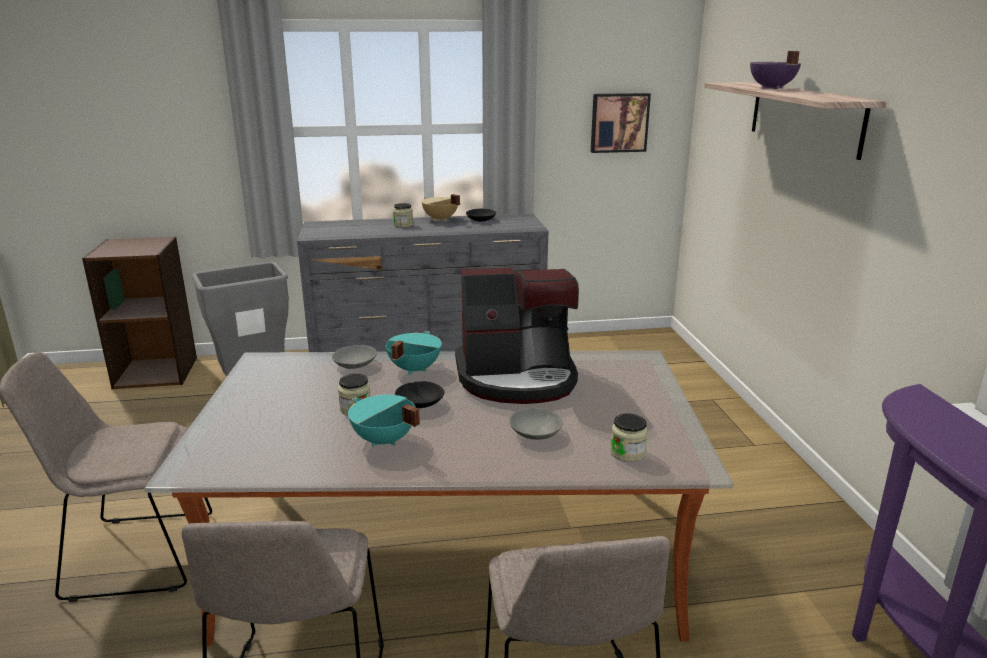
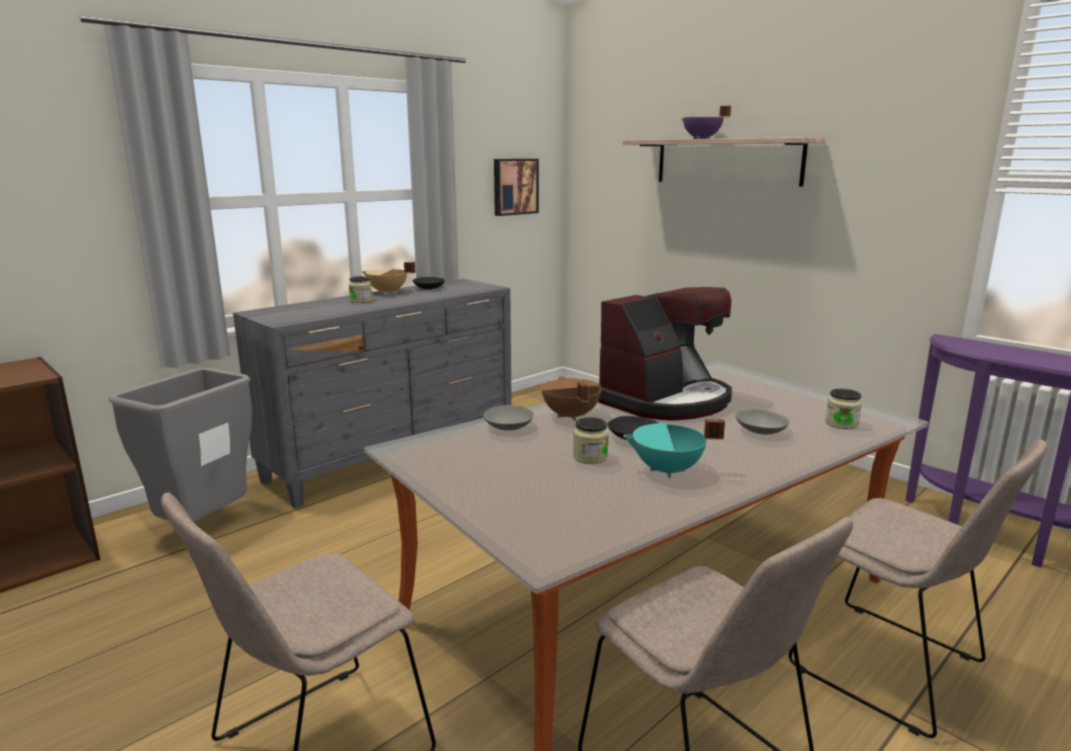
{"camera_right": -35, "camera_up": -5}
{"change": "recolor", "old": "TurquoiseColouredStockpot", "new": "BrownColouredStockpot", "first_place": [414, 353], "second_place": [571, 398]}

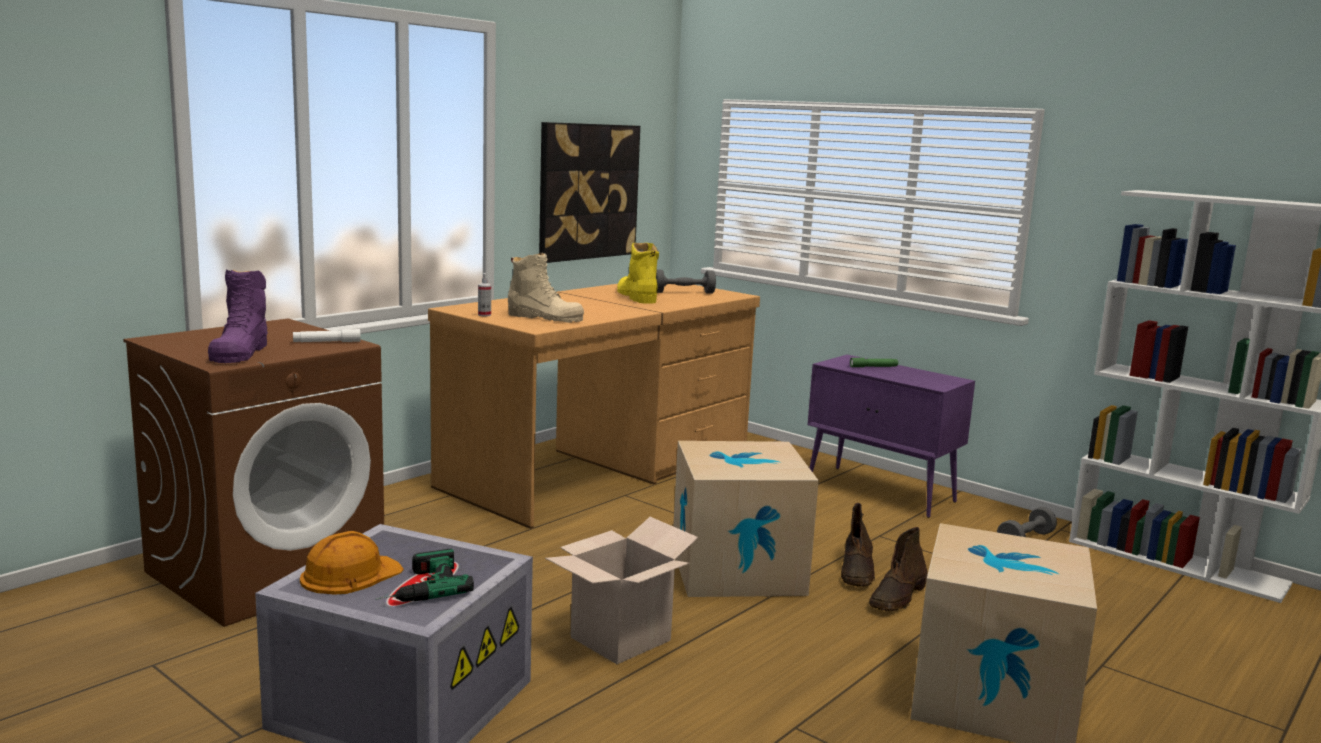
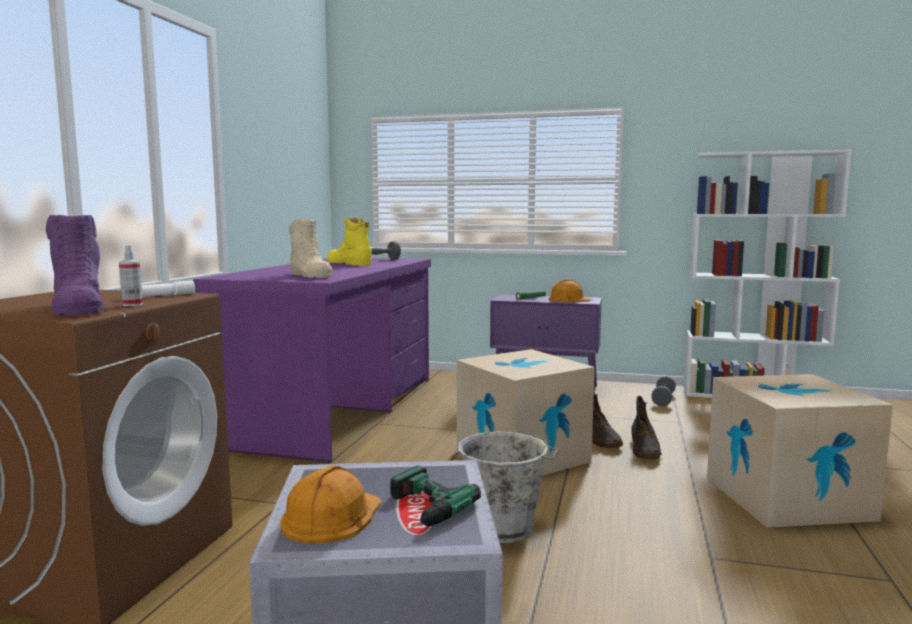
{"camera_right": -25, "camera_up": -5}
{"change": "delete", "old": "WallArt", "first_place": [589, 192]}
{"change": "rotate", "old": "BeigeBoot", "first_place": [546, 288], "second_place": [311, 248], "degrees": 60}
{"change": "move", "old": "HandSprayer", "first_place": [484, 294], "second_place": [131, 275]}
{"change": "recolor", "old": "BrownColouredDeskUnit", "new": "PurpleDeskUnit", "first_place": [594, 406], "second_place": [312, 360]}
{"change": "replace", "old": "CardboardBox", "new": "GrayWaterBucket", "first_place": [621, 590], "second_place": [508, 487]}
{"change": "insert", "new": "OrangeySafetyHelmet", "second_place": [570, 291]}

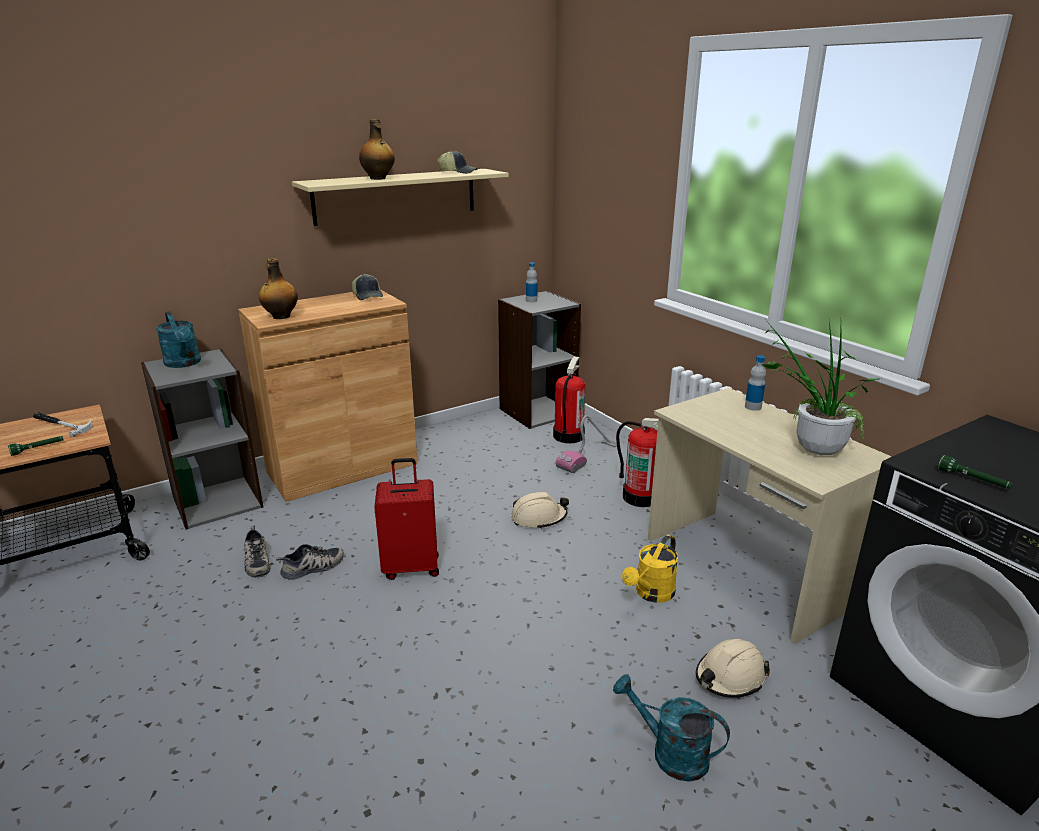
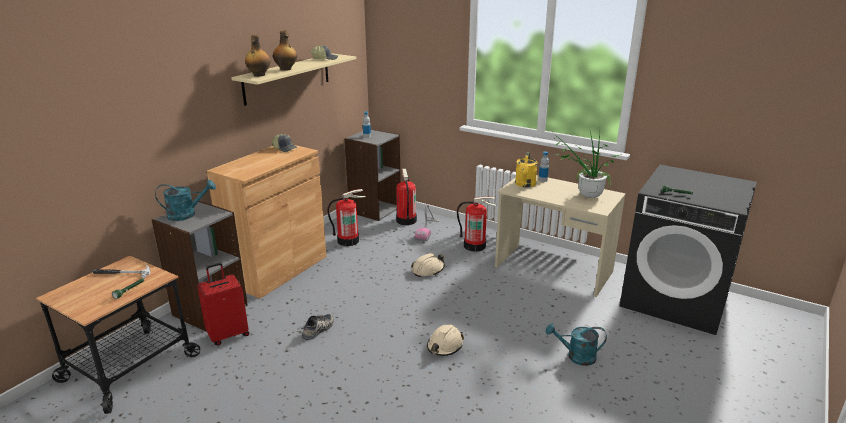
{"camera_right": -25, "camera_up": 0}
{"change": "move", "old": "Bottle", "first_place": [278, 288], "second_place": [257, 56]}
{"change": "rotate", "old": "TurquoiseColouredWateringCan", "first_place": [178, 339], "second_place": [185, 200], "degrees": -45}
{"change": "move", "old": "RedColouredSuitcase", "first_place": [406, 519], "second_place": [223, 304]}
{"change": "delete", "old": "Shoe", "first_place": [257, 551]}
{"change": "move", "old": "YellowColouredWateringCan", "first_place": [650, 569], "second_place": [526, 170]}
{"change": "move", "old": "BeigeSafetyHelmet", "first_place": [732, 668], "second_place": [445, 340]}
{"change": "insert", "new": "FireExtinguisher", "second_place": [346, 217]}

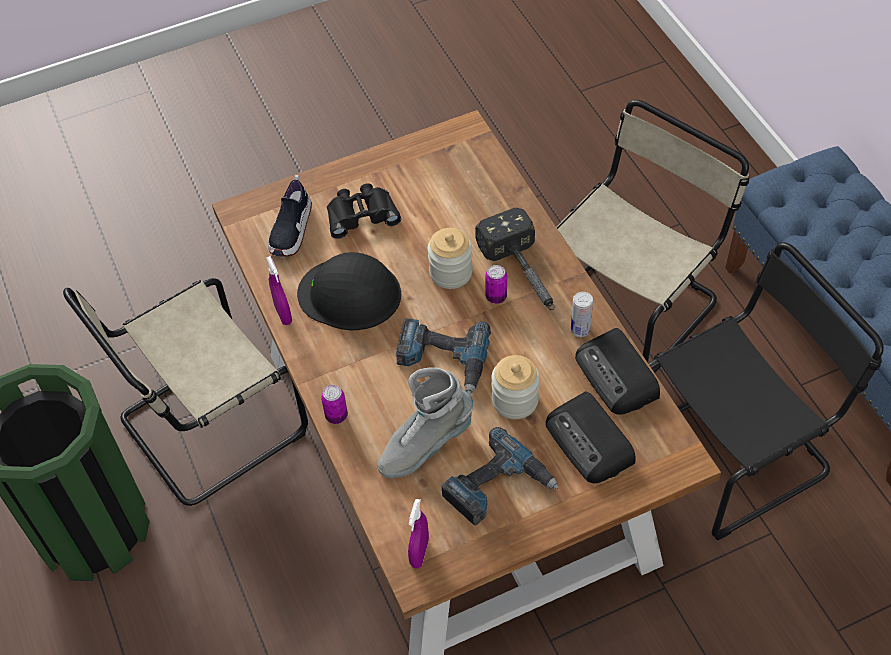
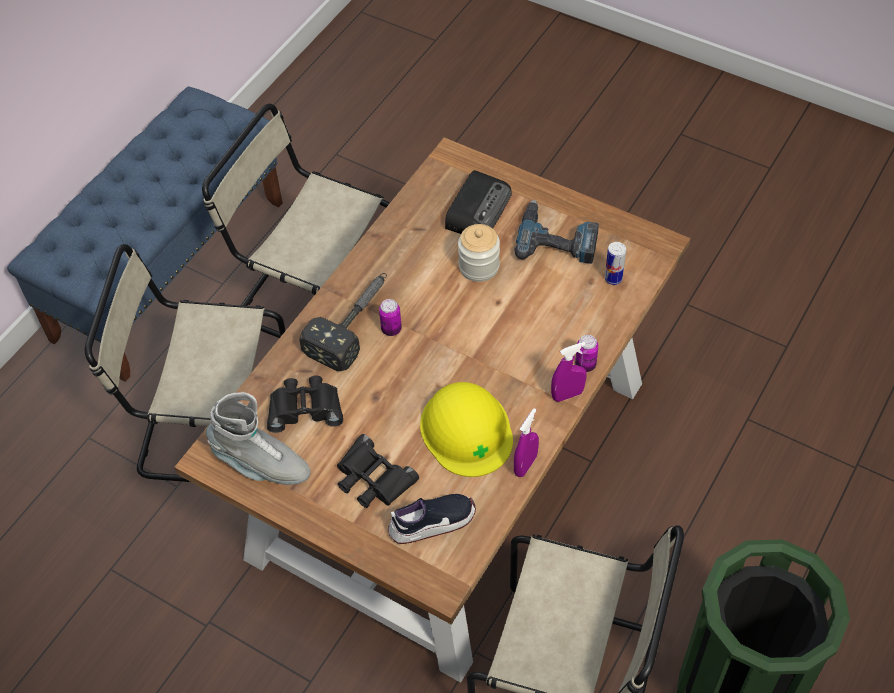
{"camera_right": -125, "camera_up": 0}
{"change": "delete", "old": "PreserveJar", "first_place": [450, 258]}
{"change": "recolor", "old": "BlackColouredUprightChair", "new": "BeigeUprightChair", "first_place": [766, 391], "second_place": [296, 221]}
{"change": "recolor", "old": "BlackColouredSafetyHelmet", "new": "YellowColouredSafetyHelmet", "first_place": [349, 291], "second_place": [466, 429]}
{"change": "move", "old": "SealedCan", "first_place": [582, 314], "second_place": [615, 263]}
{"change": "delete", "old": "Drill", "first_place": [443, 356]}
{"change": "delete", "old": "Radio", "first_place": [617, 371]}
{"change": "move", "old": "GrayBoot", "first_place": [425, 422], "second_place": [258, 438]}
{"change": "move", "old": "PurpleHandSprayer", "first_place": [418, 533], "second_place": [569, 372]}
{"change": "insert", "new": "BlackColouredPairOfBinoculars", "second_place": [305, 404]}

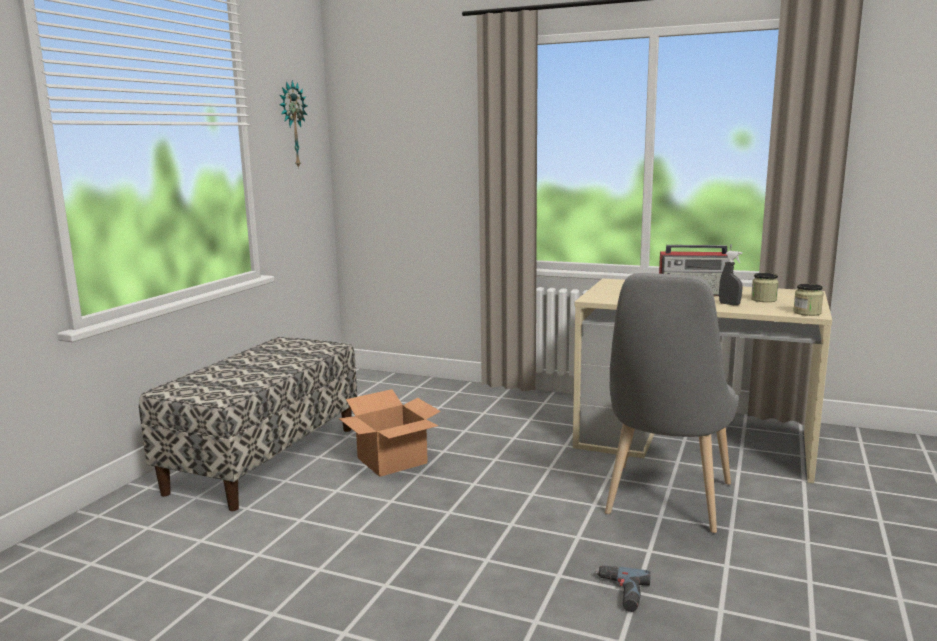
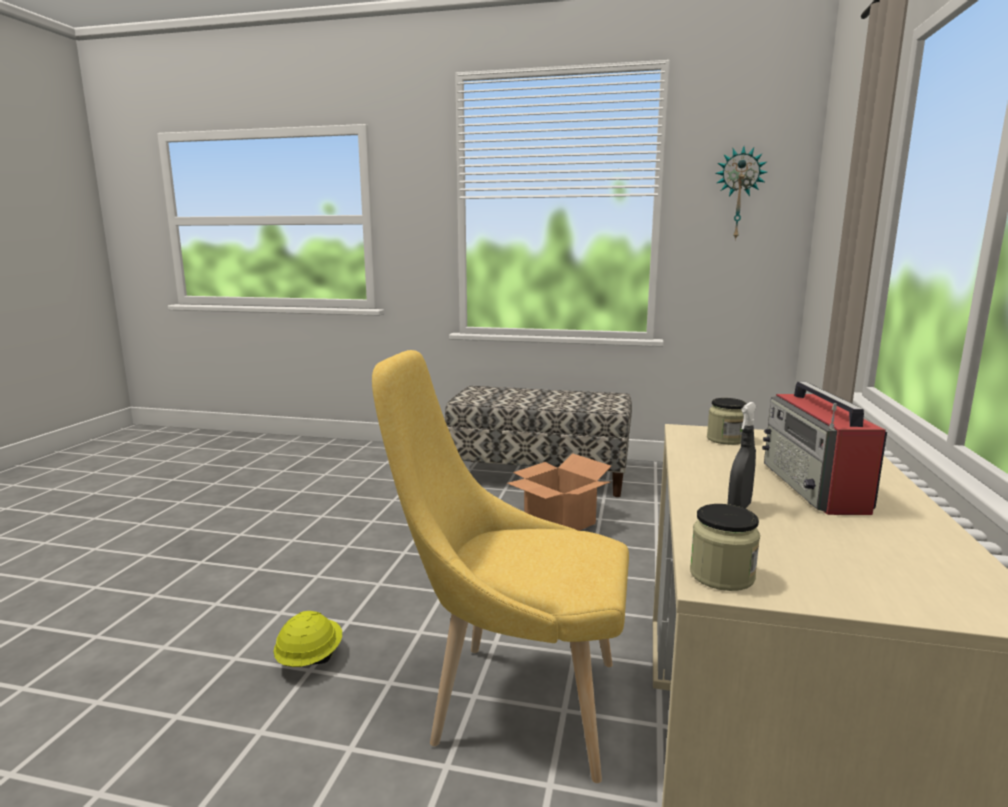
{"camera_right": 80, "camera_up": 0}
{"change": "recolor", "old": "GrayUprightChair", "new": "YellowColouredUprightChair", "first_place": [672, 403], "second_place": [500, 566]}
{"change": "move", "old": "PreserveJar", "first_place": [765, 287], "second_place": [727, 421]}
{"change": "replace", "old": "Drill", "new": "YellowColouredSafetyHelmet", "first_place": [623, 589], "second_place": [307, 639]}

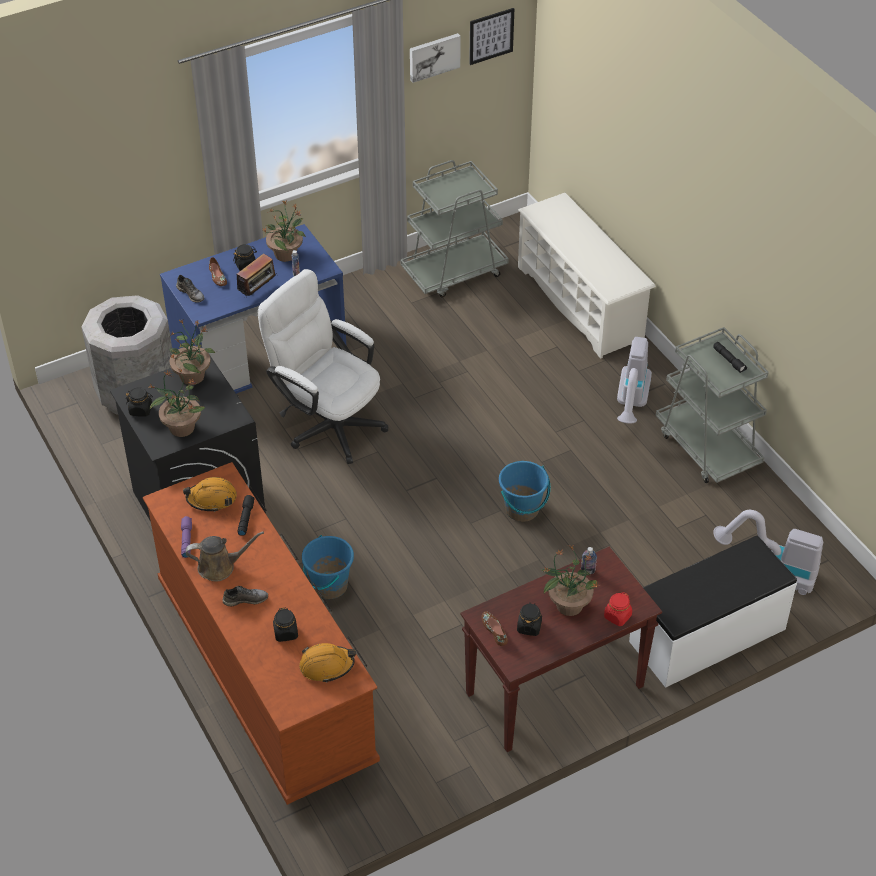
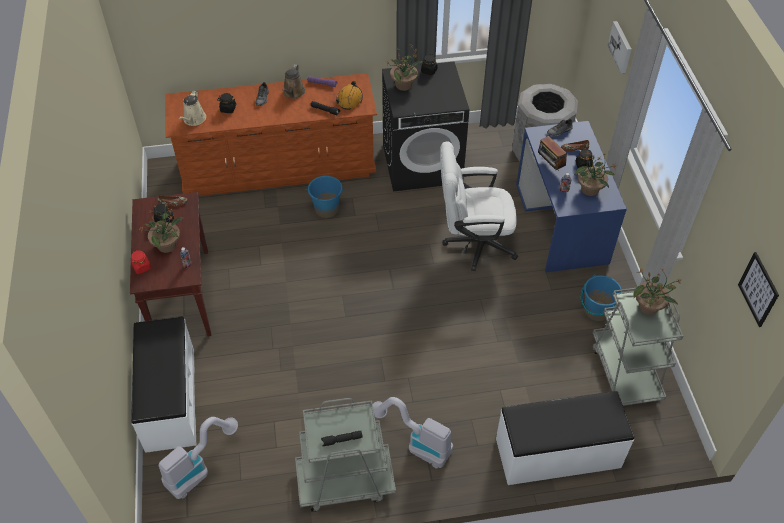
{"camera_right": 110, "camera_up": 5}
{"change": "move", "old": "WallArt", "first_place": [435, 58], "second_place": [620, 47]}
{"change": "replace", "old": "WhiteColouredShoeRack", "new": "WhiteColouredIndoorBench", "first_place": [587, 276], "second_place": [565, 438]}
{"change": "rotate", "old": "WhiteColouredDeskChair", "first_place": [323, 366], "second_place": [479, 206], "degrees": -150}
{"change": "move", "old": "PottedPlant", "first_place": [192, 352], "second_place": [657, 292]}
{"change": "move", "old": "BlueColouredWaterBucket", "first_place": [524, 491], "second_place": [602, 298]}
{"change": "replace", "old": "OrangeySafetyHelmet", "new": "BeigeWateringCan", "first_place": [327, 663], "second_place": [192, 108]}

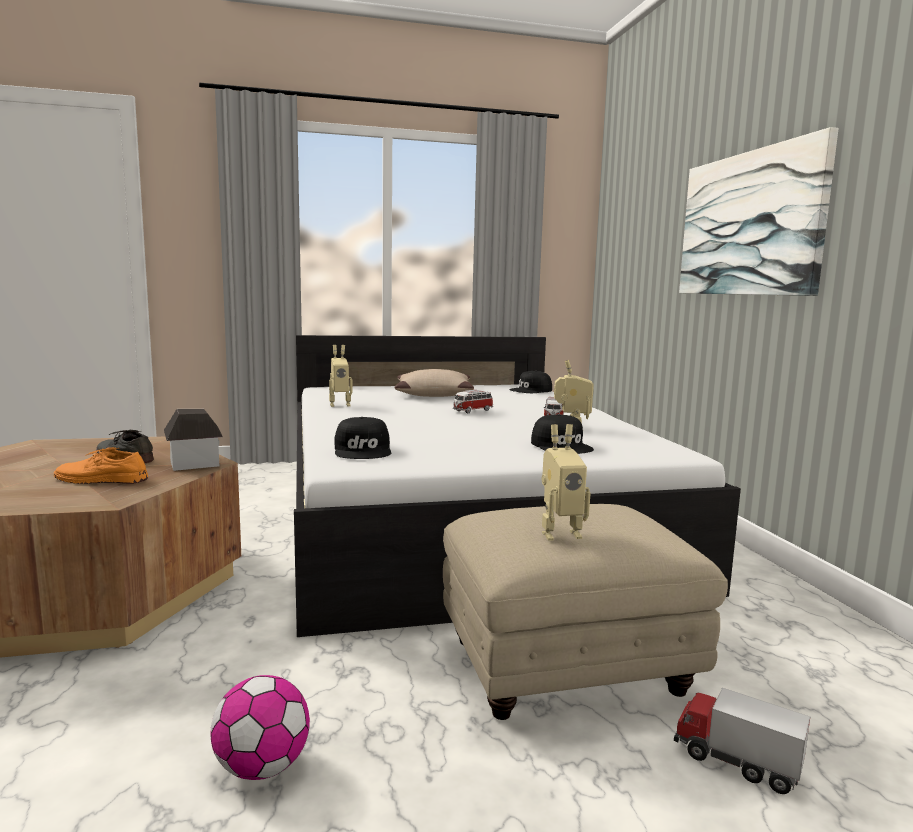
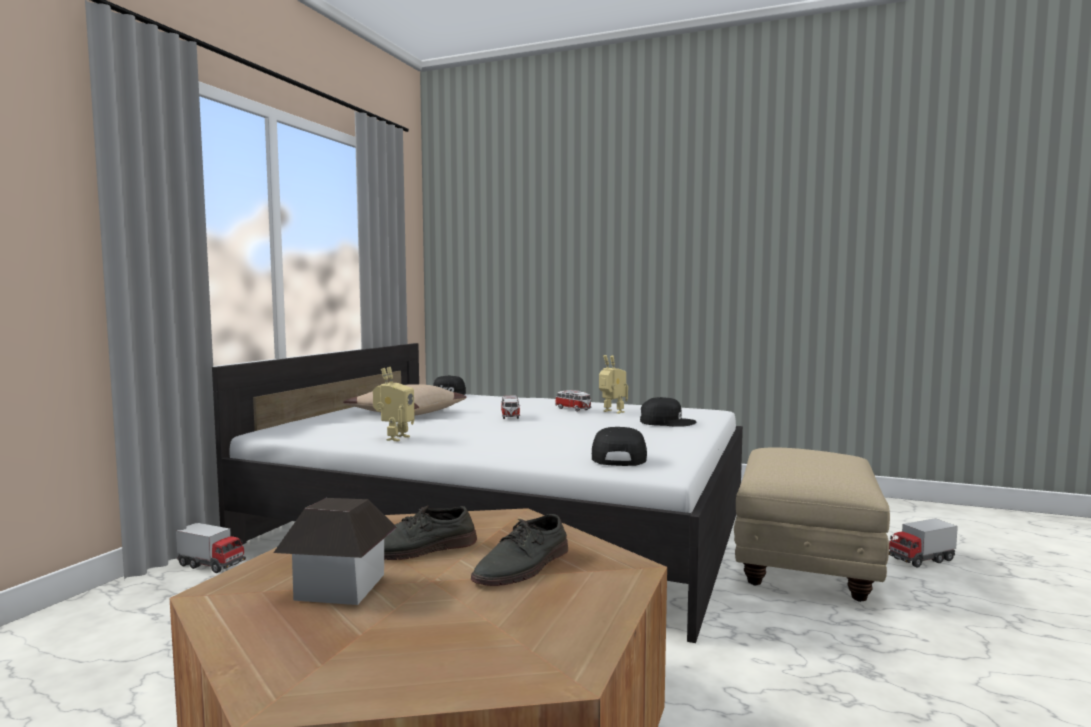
{"camera_right": -55, "camera_up": -5}
{"change": "delete", "old": "WallArt", "first_place": [759, 211]}
{"change": "move", "old": "ToyHouse", "first_place": [193, 440], "second_place": [335, 551]}
{"change": "rotate", "old": "BlackColouredBaseballCap", "first_place": [362, 438], "second_place": [619, 446], "degrees": -105}
{"change": "delete", "old": "RobotFigure", "first_place": [566, 482]}
{"change": "recolor", "old": "OrangeyShoe", "new": "GrayShoe", "first_place": [101, 465], "second_place": [519, 550]}
{"change": "delete", "old": "Football", "first_place": [260, 727]}
{"change": "insert", "new": "ToyLorry", "second_place": [211, 548]}

